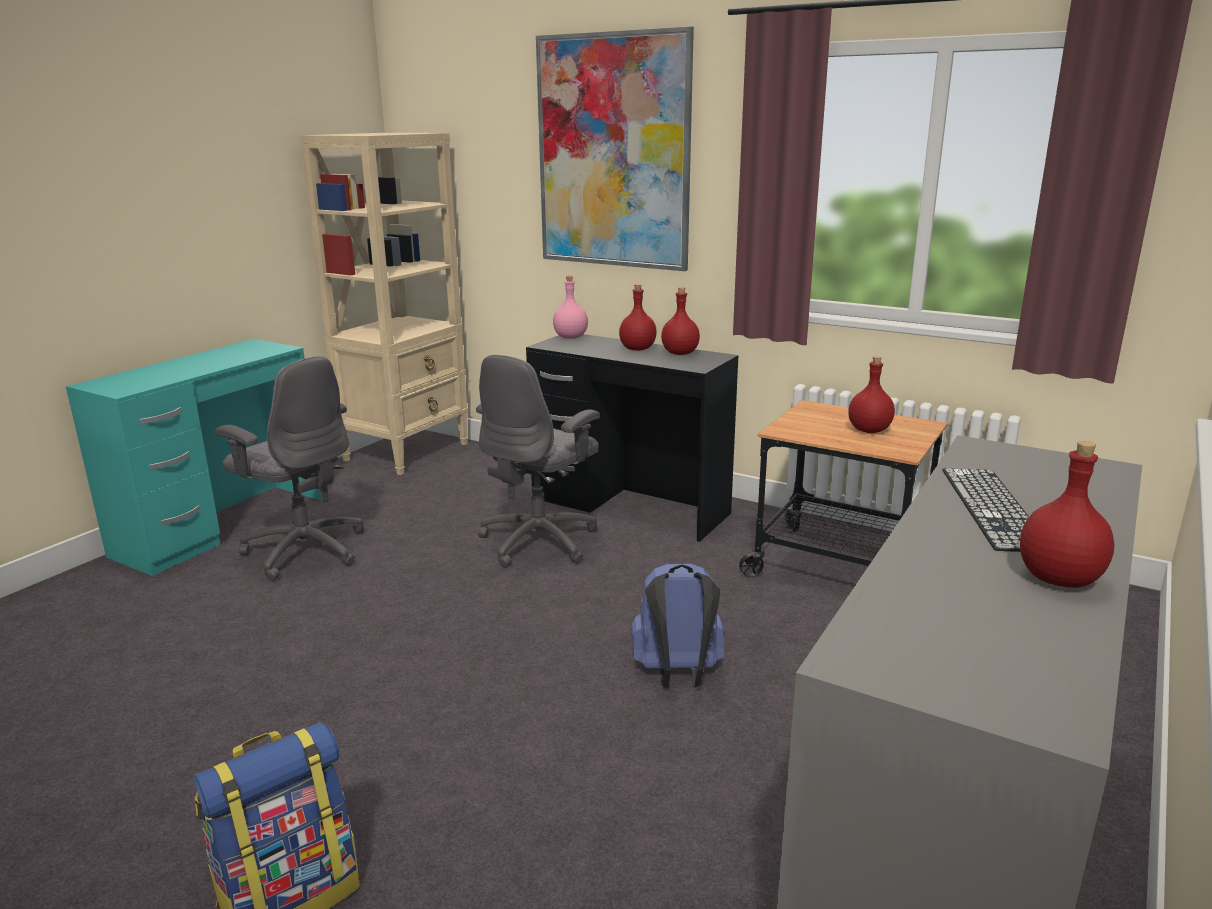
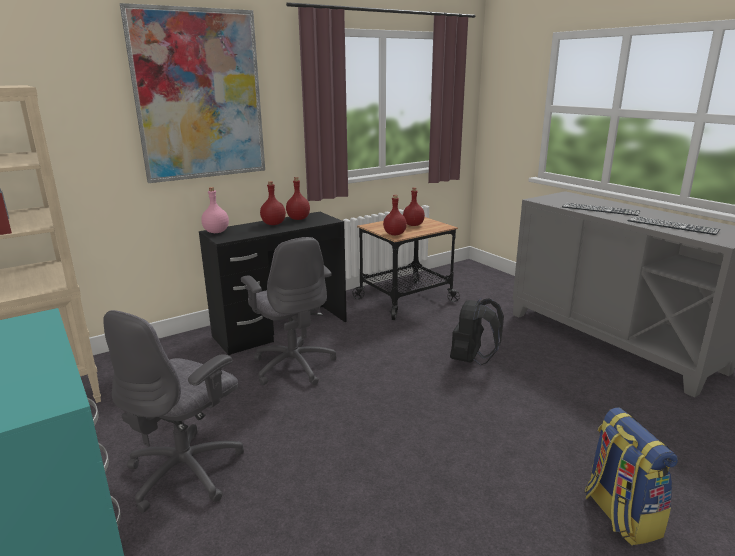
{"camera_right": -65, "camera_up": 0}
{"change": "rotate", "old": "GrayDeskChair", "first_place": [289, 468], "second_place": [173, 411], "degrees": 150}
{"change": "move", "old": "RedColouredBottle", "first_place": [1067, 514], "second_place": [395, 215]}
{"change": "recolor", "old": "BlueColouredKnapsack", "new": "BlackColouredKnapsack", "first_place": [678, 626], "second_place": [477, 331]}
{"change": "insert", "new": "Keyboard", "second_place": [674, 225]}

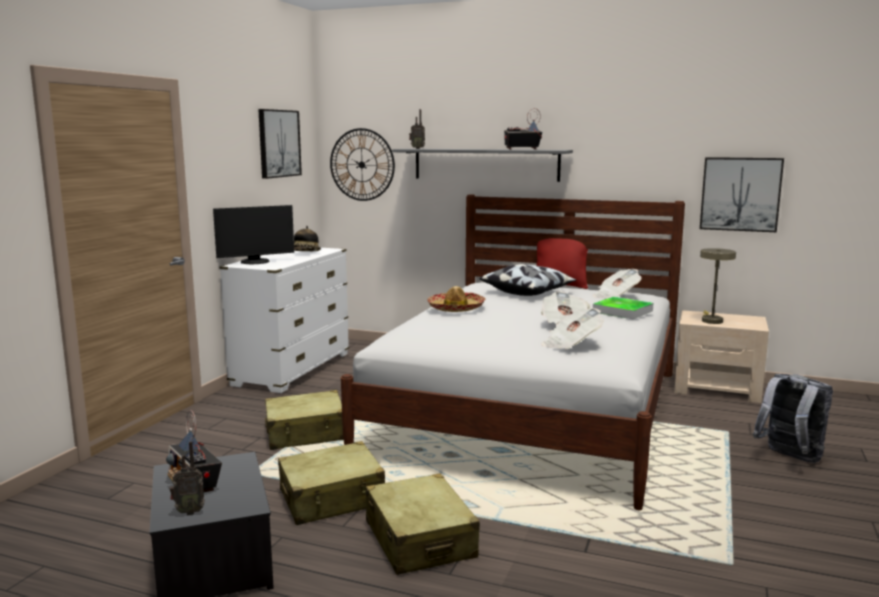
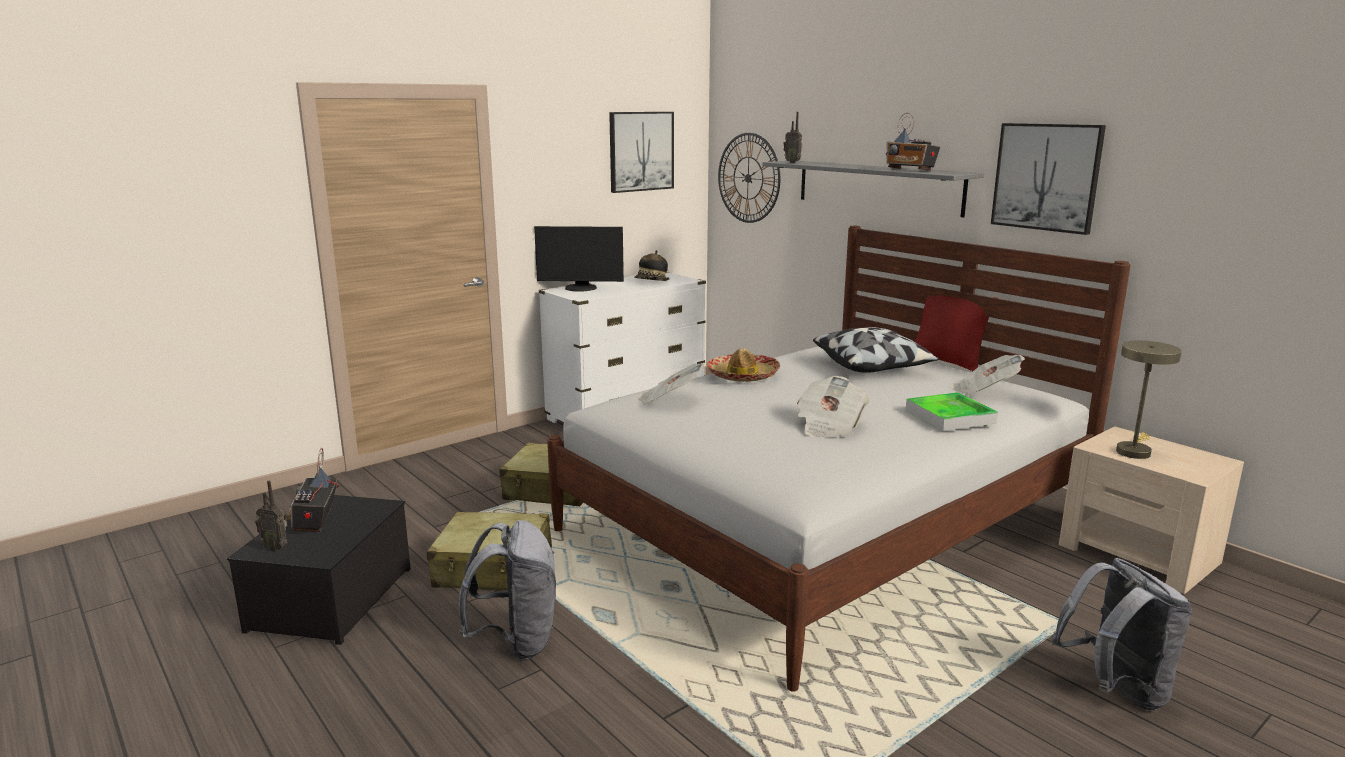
{"camera_right": 30, "camera_up": 5}
{"change": "rotate", "old": "Radio", "first_place": [523, 129], "second_place": [913, 142], "degrees": -150}
{"change": "move", "old": "WallArt", "first_place": [742, 194], "second_place": [1048, 179]}
{"change": "move", "old": "Newspaper", "first_place": [572, 328], "second_place": [670, 384]}
{"change": "replace", "old": "BeigeSuitcase", "new": "GrayKnapsack", "first_place": [423, 524], "second_place": [507, 589]}

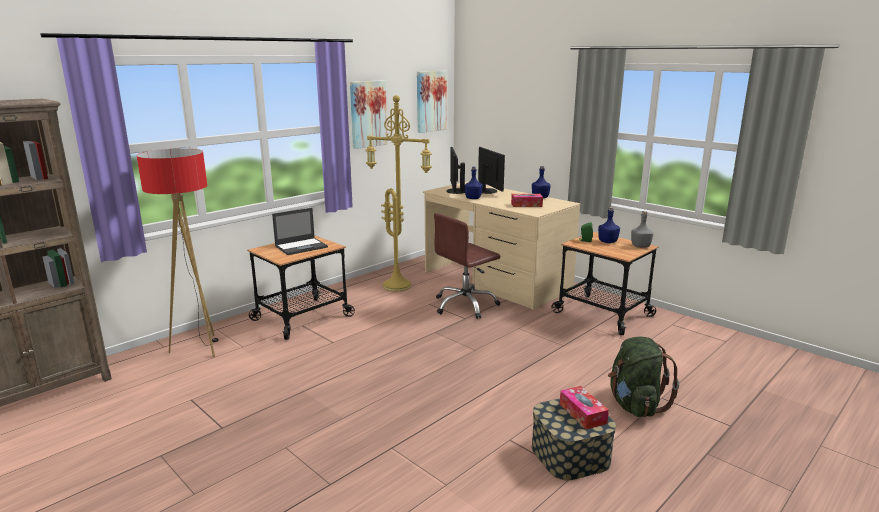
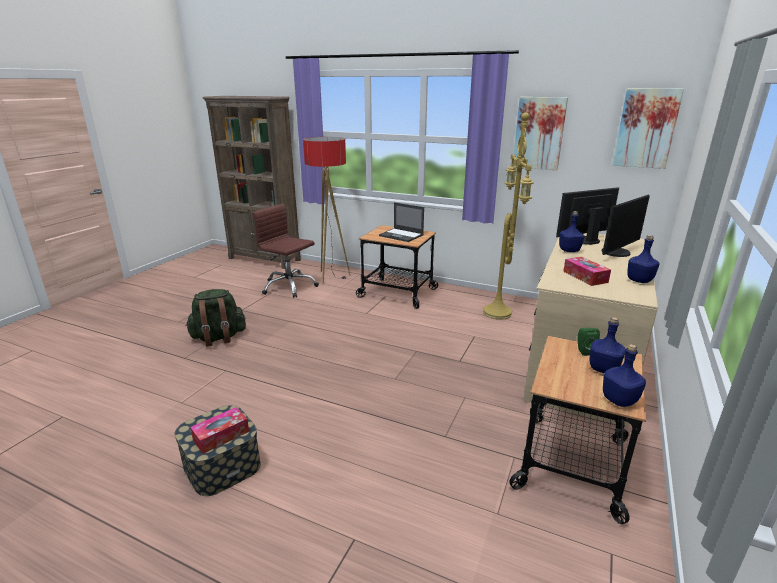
{"camera_right": 70, "camera_up": 5}
{"change": "recolor", "old": "GrayBottle", "new": "BlueColouredBottle", "first_place": [642, 229], "second_place": [624, 375]}
{"change": "move", "old": "BrownColouredDeskChair", "first_place": [467, 266], "second_place": [286, 251]}
{"change": "move", "old": "GreenKnapsack", "first_place": [643, 377], "second_place": [215, 318]}

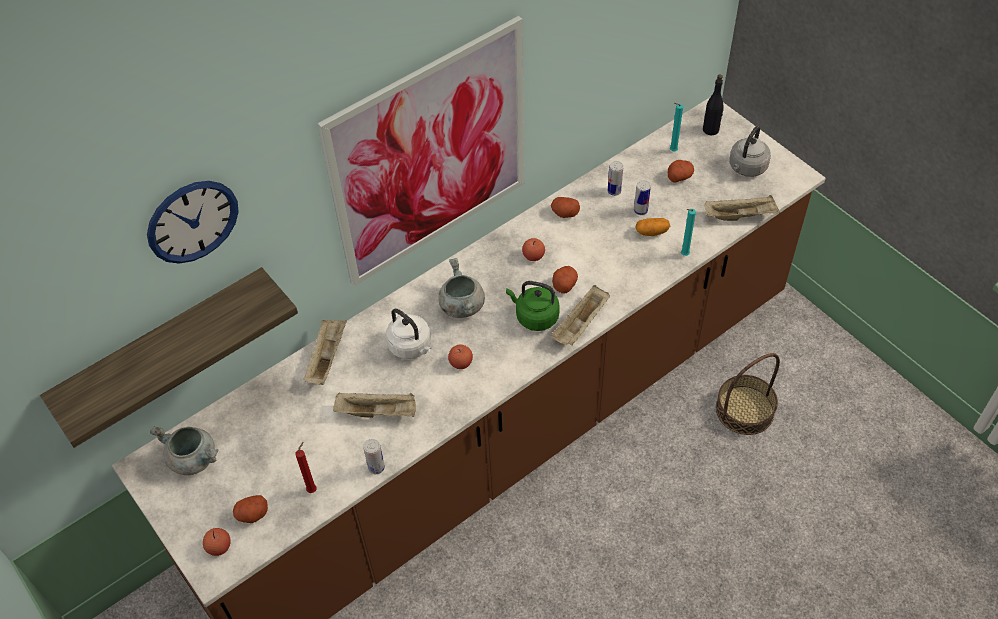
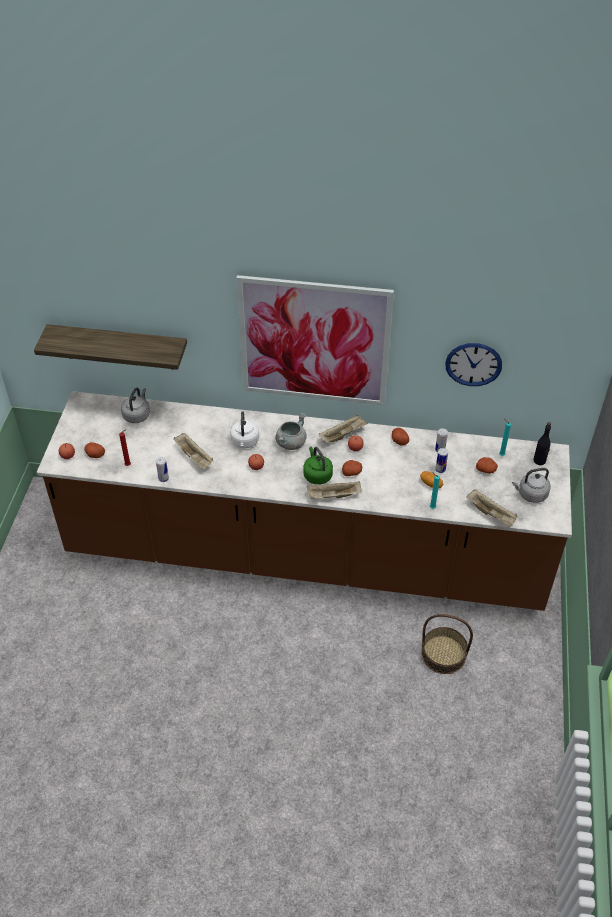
{"camera_right": 45, "camera_up": -5}
{"change": "move", "old": "HangingClock", "first_place": [193, 222], "second_place": [473, 364]}
{"change": "move", "old": "BeigeCarryingTray", "first_place": [325, 352], "second_place": [343, 428]}
{"change": "delete", "old": "GrayStockpot", "first_place": [184, 450]}
{"change": "insert", "new": "GrayTeaKettle", "second_place": [135, 405]}

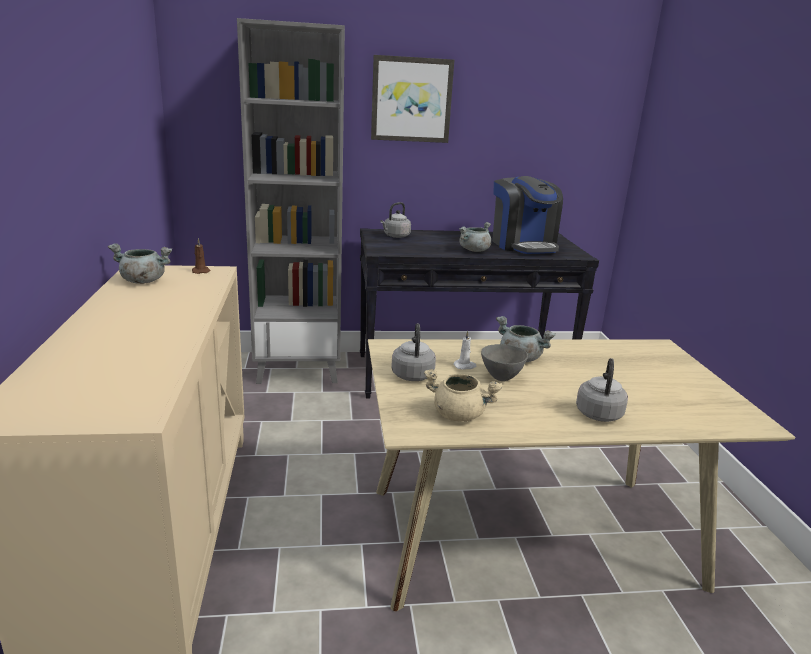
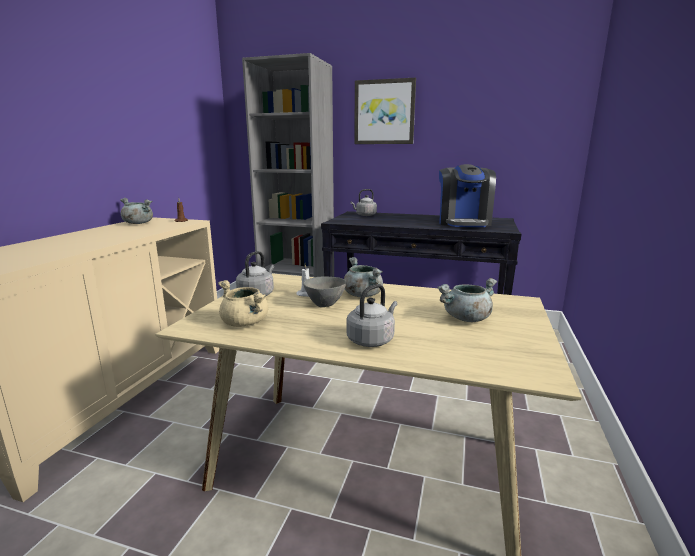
{"camera_right": 25, "camera_up": -5}
{"change": "move", "old": "GrayStockpot", "first_place": [475, 237], "second_place": [467, 300]}

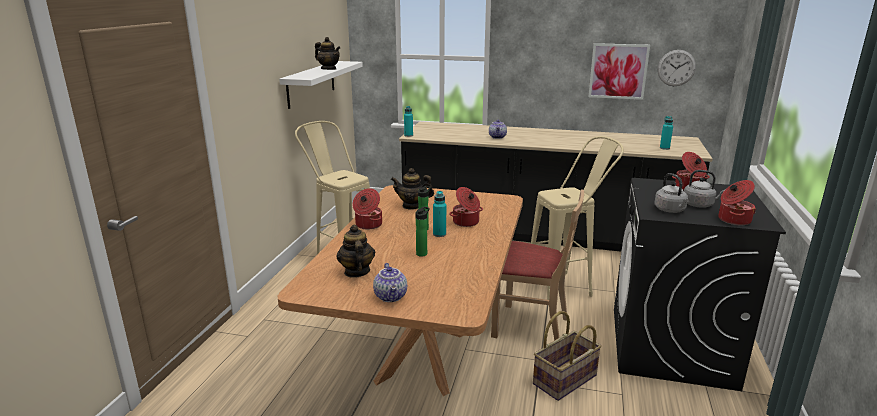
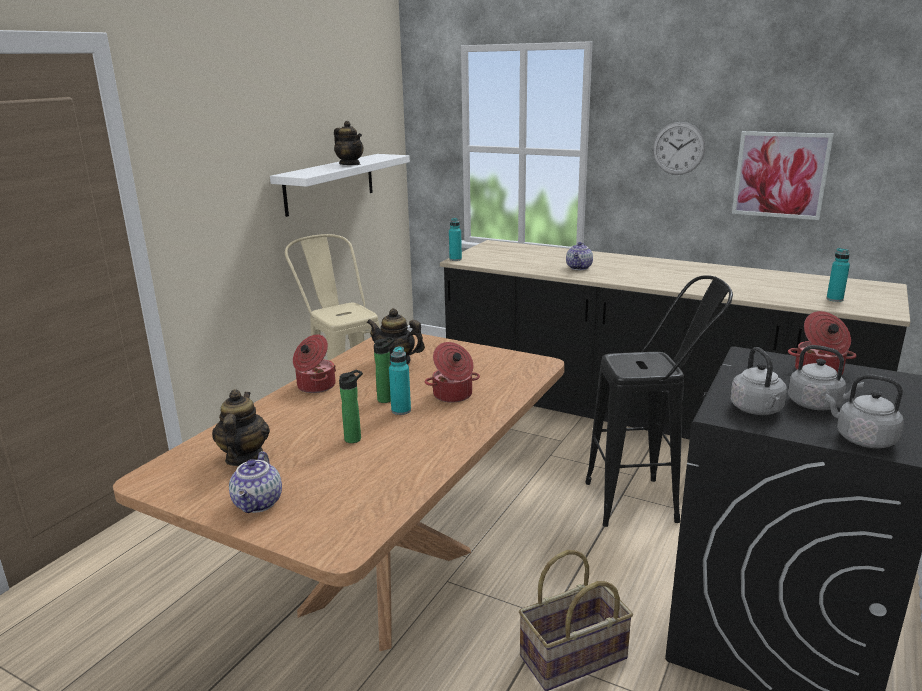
{"camera_right": 15, "camera_up": 0}
{"change": "move", "old": "HangingClock", "first_place": [676, 68], "second_place": [679, 148]}
{"change": "recolor", "old": "BeigeStoolSeat", "new": "BlackColouredStoolSeat", "first_place": [577, 218], "second_place": [659, 401]}
{"change": "replace", "old": "Stockpot", "new": "GrayTeaKettle", "first_place": [737, 202], "second_place": [864, 411]}
{"change": "delete", "old": "BeigeUprightChair", "first_place": [537, 265]}

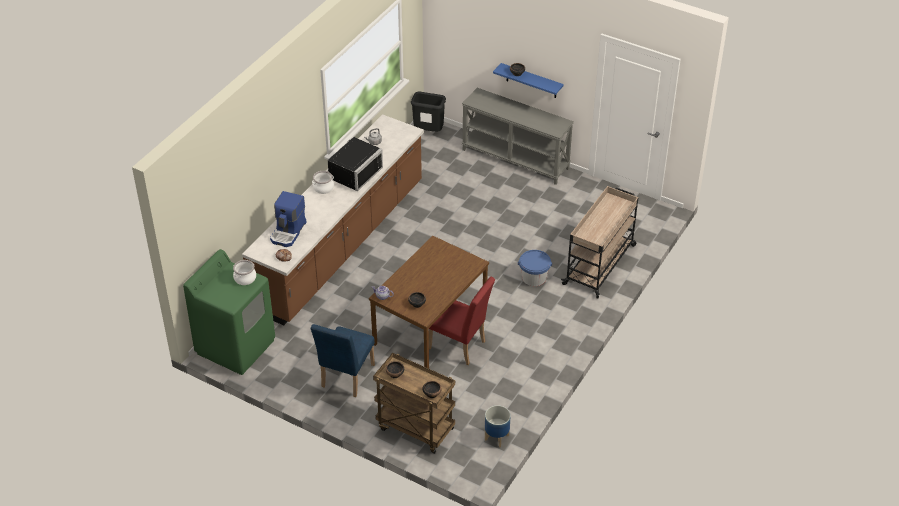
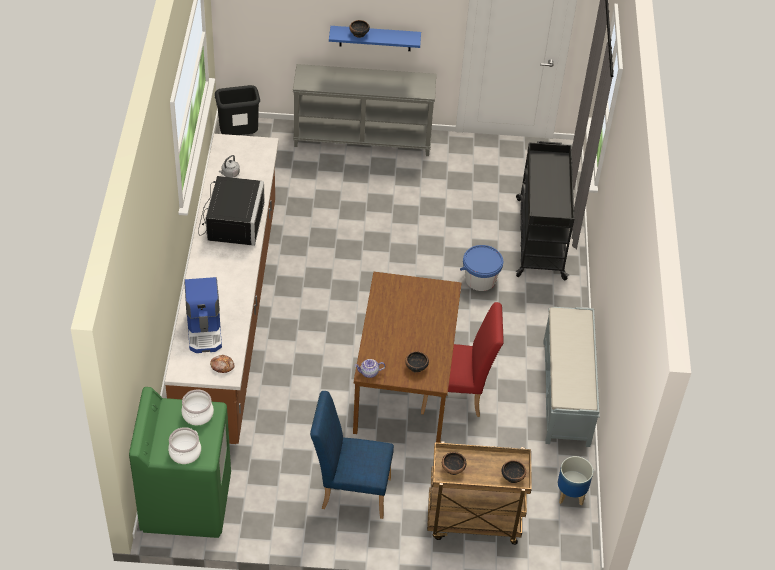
{"camera_right": -30, "camera_up": 5}
{"change": "move", "old": "Stockpot", "first_place": [323, 182], "second_place": [184, 445]}
{"change": "recolor", "old": "BeigeTrolley", "new": "BlackColouredTrolley", "first_place": [599, 242], "second_place": [545, 210]}
{"change": "rotate", "old": "BlueColouredUprightChair", "first_place": [343, 360], "second_place": [352, 455], "degrees": 105}
{"change": "insert", "new": "GrayIndoorBench", "second_place": [571, 377]}

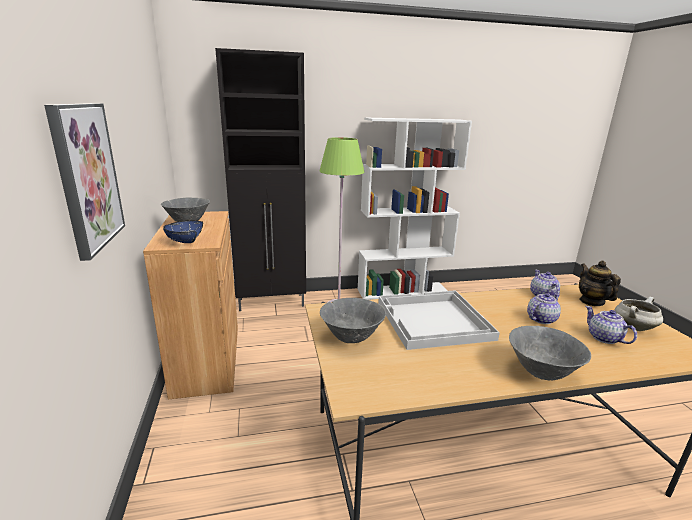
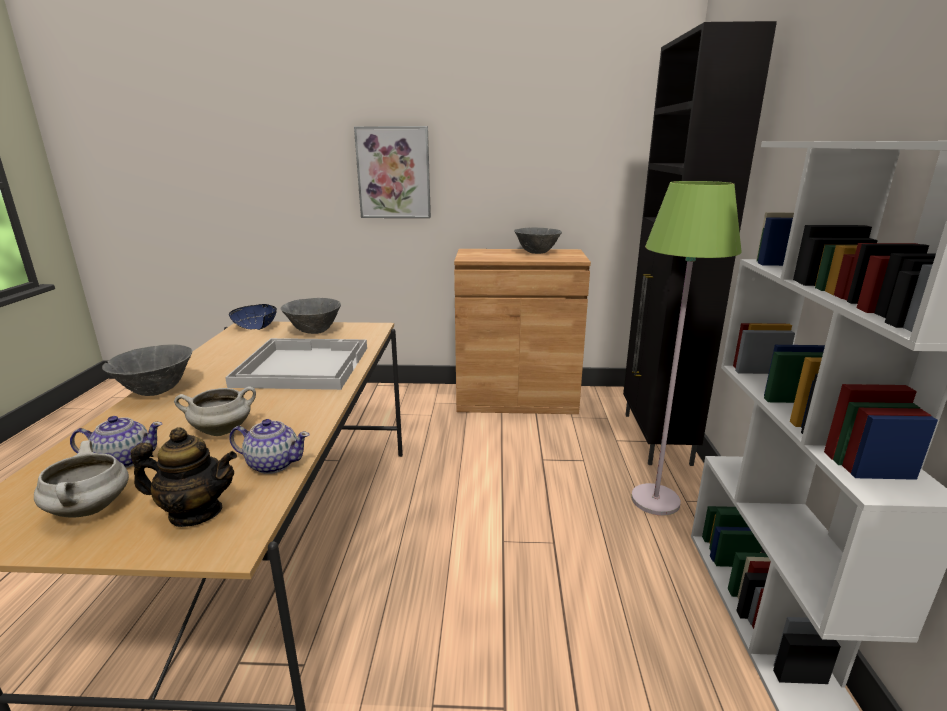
{"camera_right": 105, "camera_up": 0}
{"change": "move", "old": "BlueColouredServingBowl", "first_place": [183, 232], "second_place": [253, 317]}
{"change": "replace", "old": "Teapot", "new": "WhiteColouredStockpot", "first_place": [544, 308], "second_place": [215, 411]}

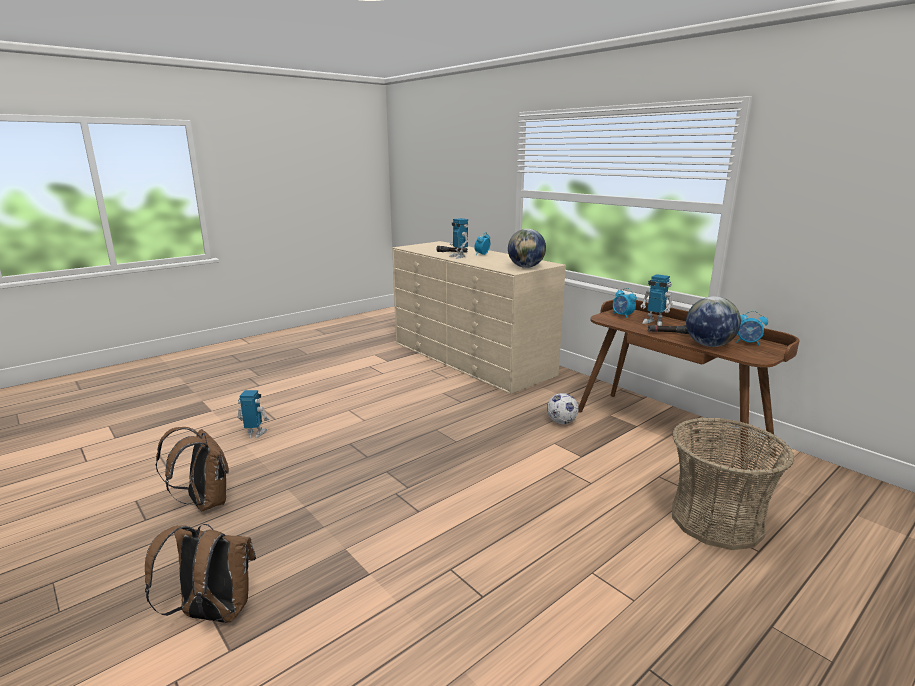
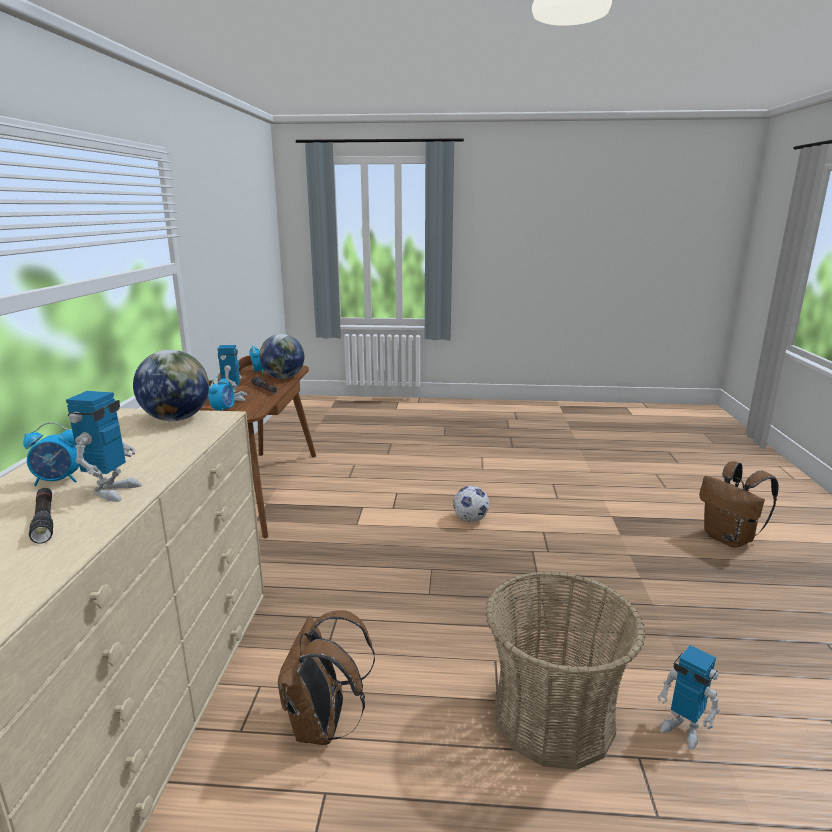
{"camera_right": -135, "camera_up": 0}
{"change": "move", "old": "Football", "first_place": [563, 408], "second_place": [471, 504]}
{"change": "move", "old": "Basket", "first_place": [733, 483], "second_place": [565, 670]}
{"change": "move", "old": "BrownColouredKnapsack", "first_place": [192, 469], "second_place": [326, 677]}

